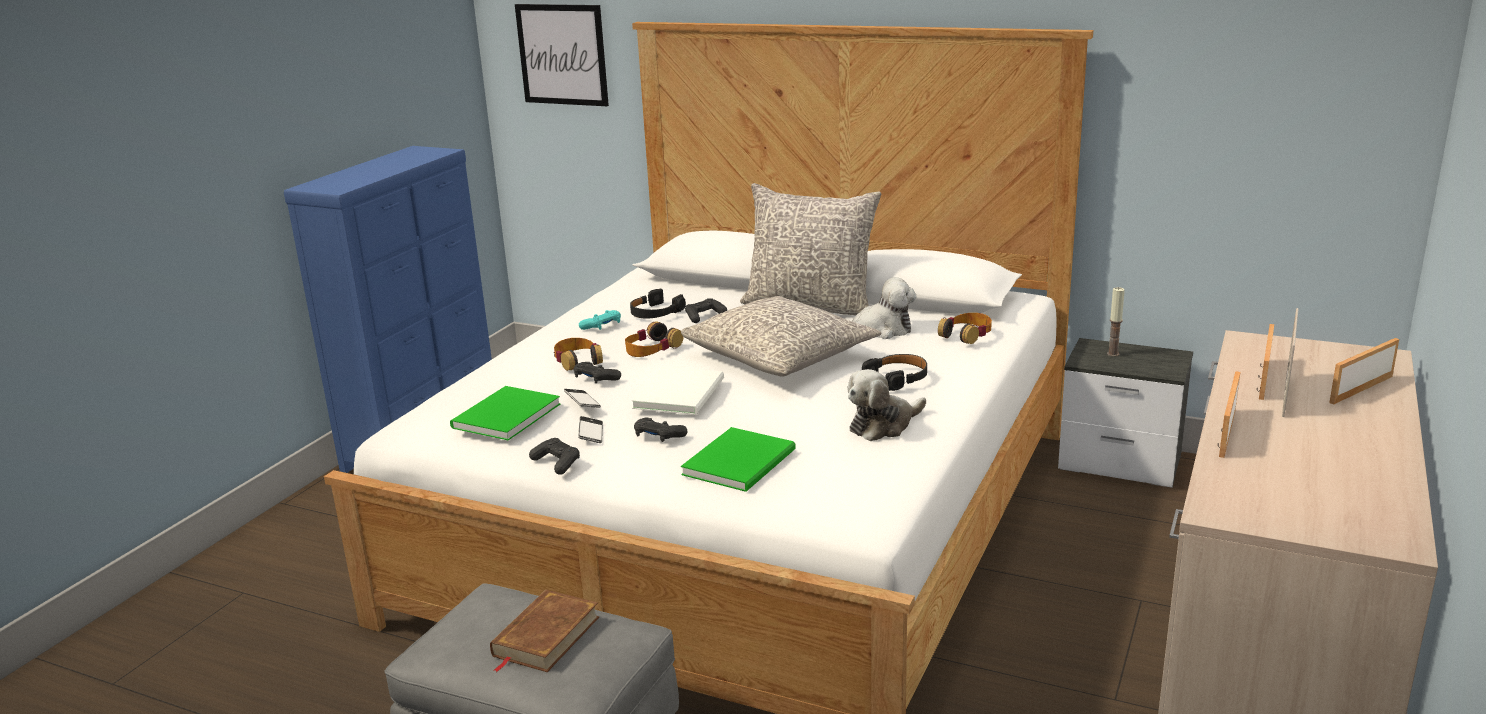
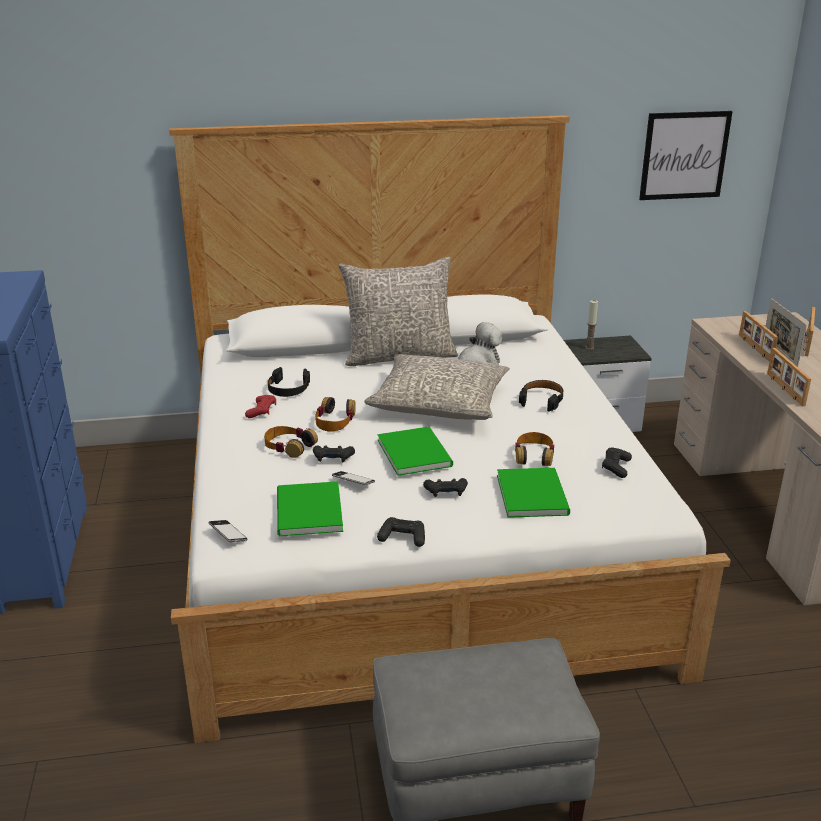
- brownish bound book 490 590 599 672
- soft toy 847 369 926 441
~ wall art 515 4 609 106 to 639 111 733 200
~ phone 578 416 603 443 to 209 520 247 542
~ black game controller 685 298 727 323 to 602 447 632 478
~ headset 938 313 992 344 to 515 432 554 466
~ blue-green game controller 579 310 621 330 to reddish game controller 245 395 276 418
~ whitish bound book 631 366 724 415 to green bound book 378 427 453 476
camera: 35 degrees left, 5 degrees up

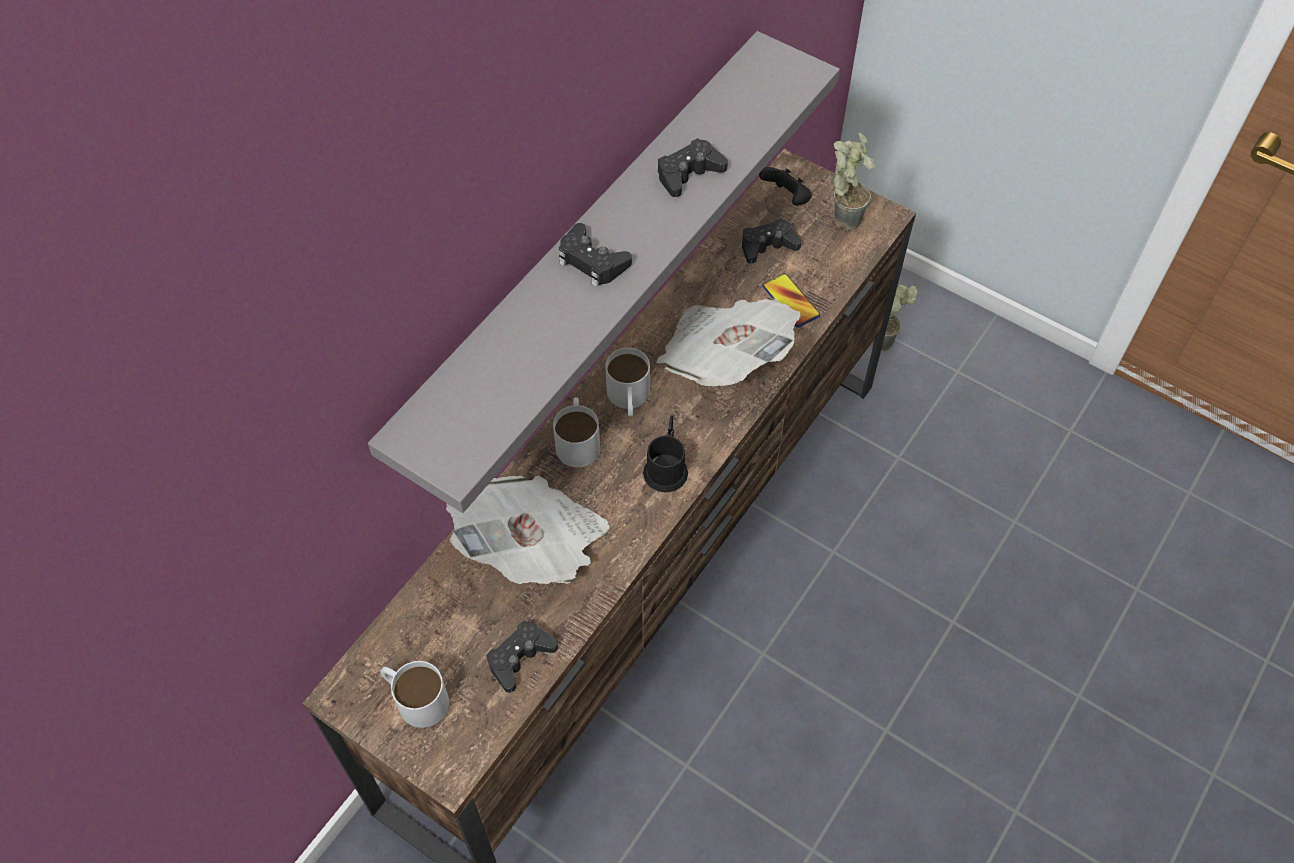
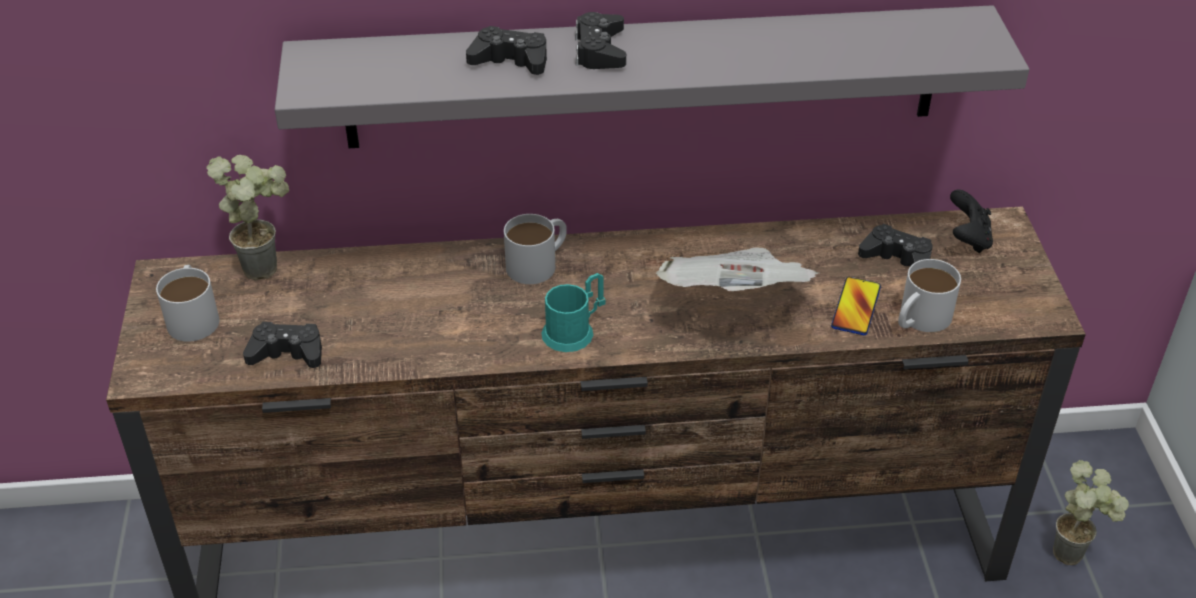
- newspaper 446 476 610 584
~ whitish tea mug 606 348 650 416 to 898 259 961 332
~ black game controller 658 138 728 197 to 466 26 547 75
~ potted plant 834 133 876 230 to 206 155 289 281
~ black tea mug 643 415 688 493 to blue-green tea mug 541 273 606 352
camera: 50 degrees right, 15 degrees down

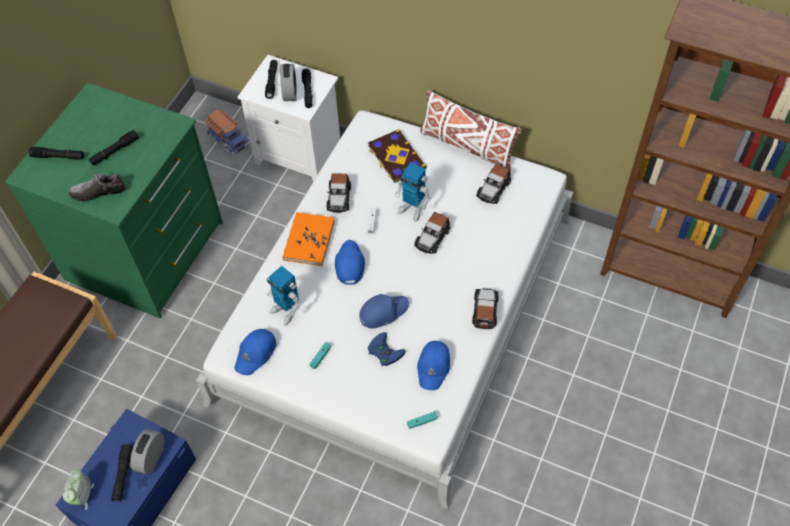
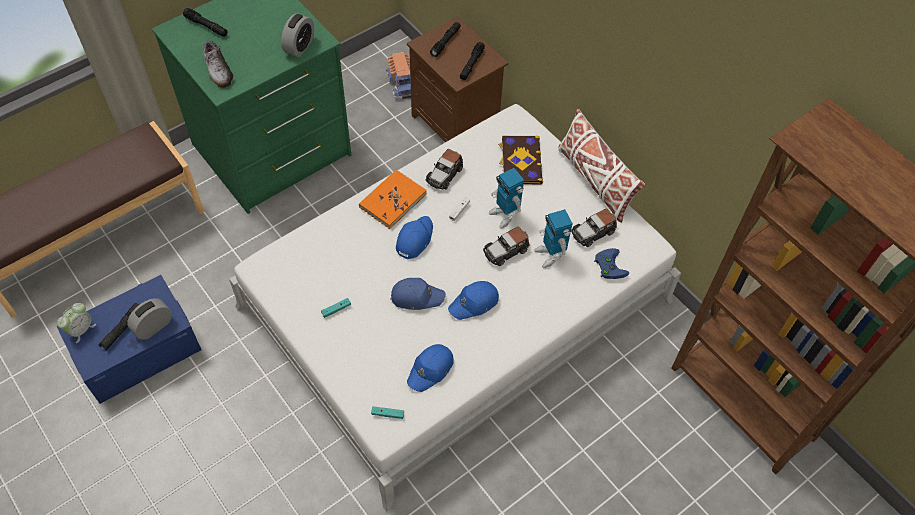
- black flashlight 89 130 139 165
- miniature car 472 288 499 329
~ bluish baseball cap 234 329 276 375 to 448 281 499 320
~ toy robot 267 266 300 326 to 534 209 573 268
~ table clock 280 64 297 101 to 281 14 314 57
~ bluish game controller 368 332 406 367 to 594 248 629 279
~ whitish night table 238 55 340 181 to brownish night table 407 16 508 142
~ shoe 69 172 126 201 = 203 40 233 88 135 degrees counterclockwise
camera: 25 degrees right, 0 degrees up

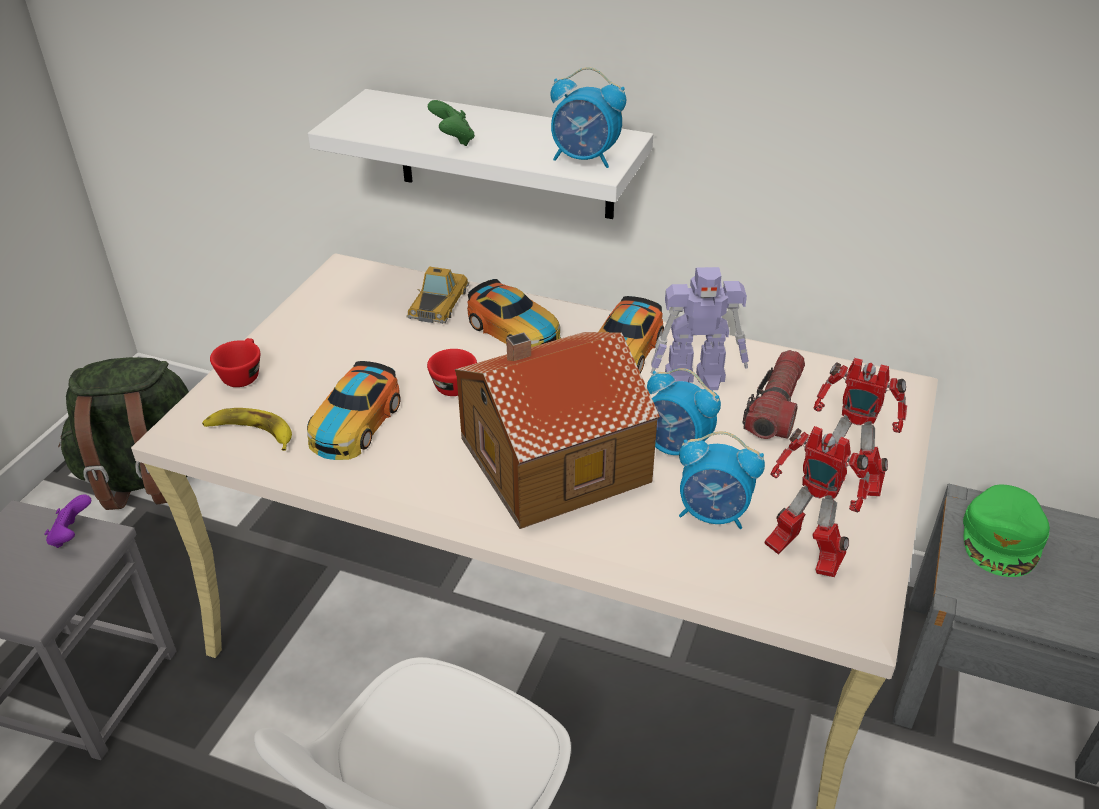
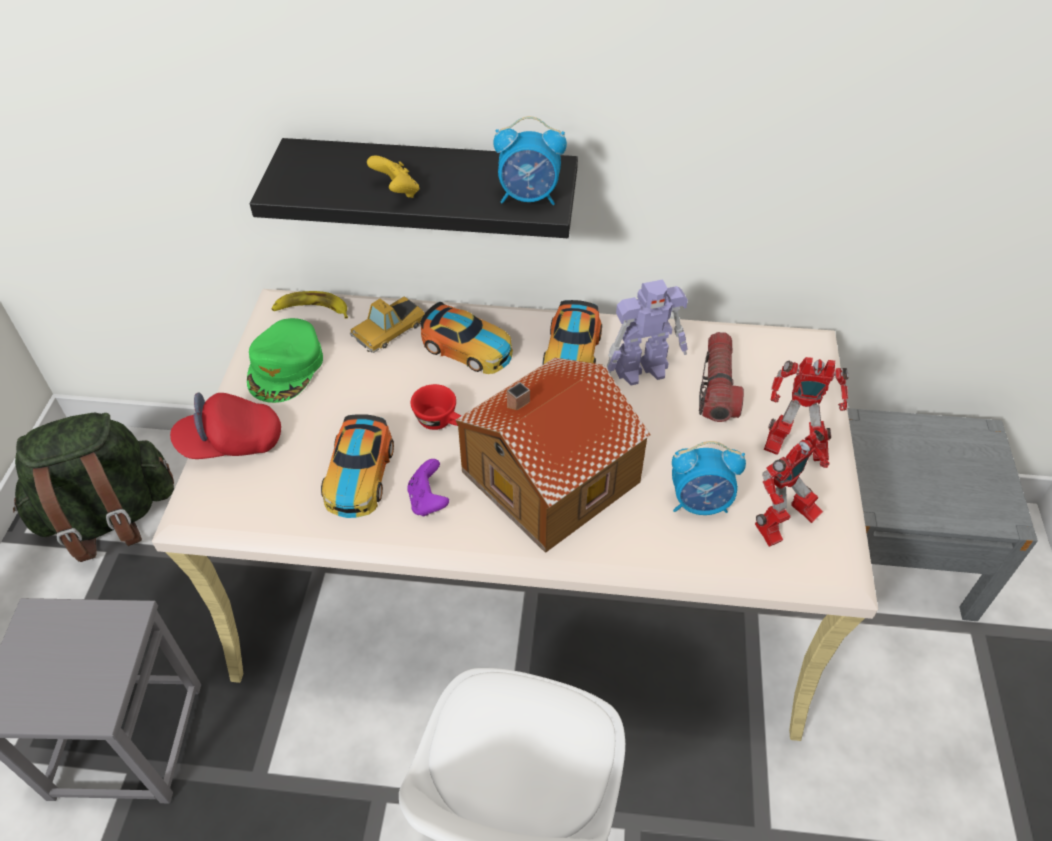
- table clock 647 368 721 455
~ purple-coloured game controller 44 494 91 548 to 408 459 449 517
~ whole banana 202 408 292 451 to 272 291 348 319
~ green baseball cap 963 485 1050 577 to 247 318 323 403
~ reddish small cup 210 338 260 387 to reddish baseball cap 170 393 281 459
~ whitish wall shelf 308 89 653 219 to black wall shelf 250 138 578 238
~ green game controller 428 100 475 146 to yellowish game controller 367 156 419 198
~ miniature car 407 267 469 324 = 350 296 425 353 135 degrees counterclockwise
~ toy robot 764 426 870 577 = 755 430 830 547 60 degrees counterclockwise
camera: 15 degrees left, 10 degrees up

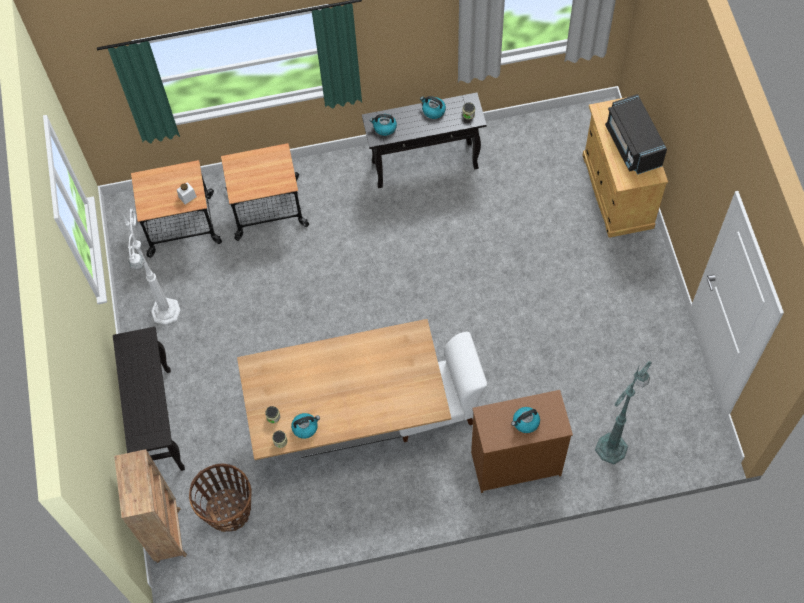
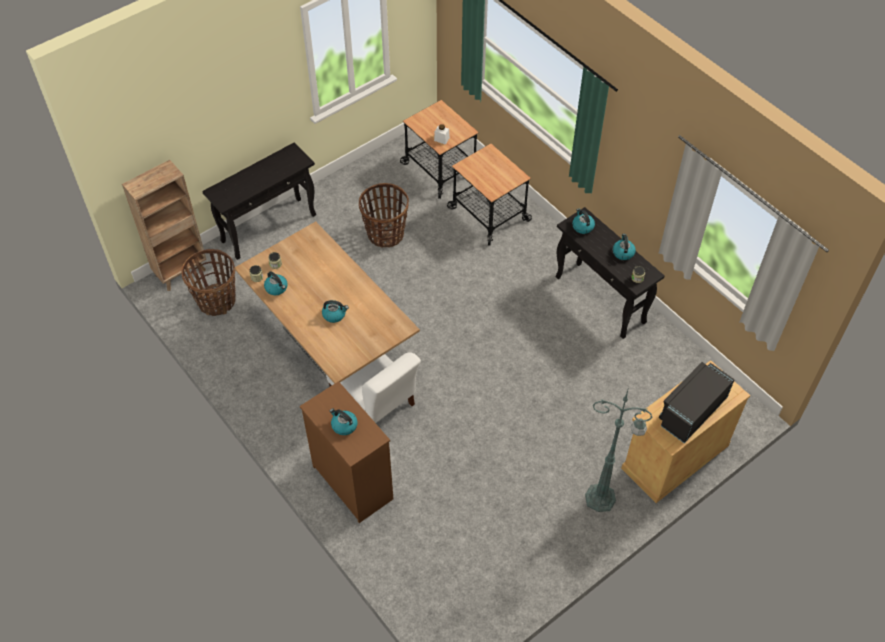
- whitish standing lamp 123 209 181 325
+ water kettle 322 300 349 323
+ storage basket 359 183 409 248
~ green standing lamp 595 361 652 464 to 585 387 652 512
camera: 60 degrees right, 10 degrees down

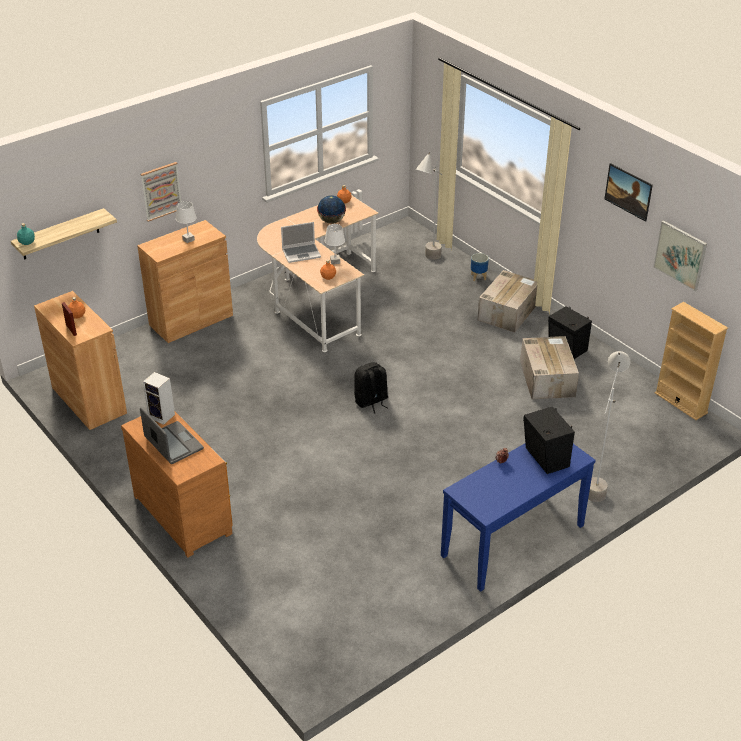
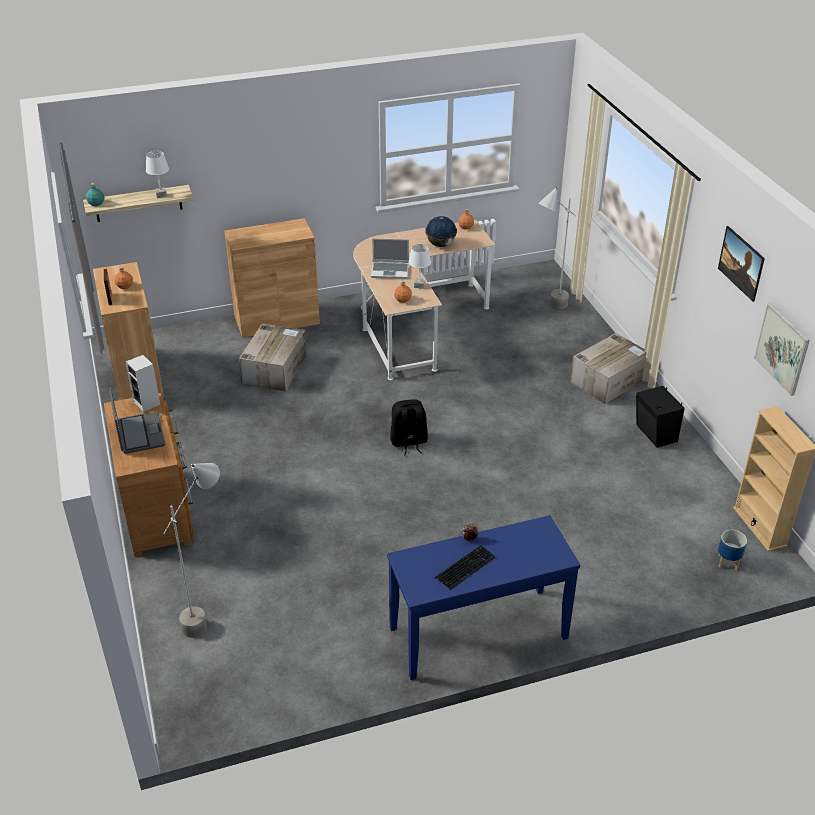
- wall art 140 162 181 222
- black speaker 523 406 575 474
+ PC keyboard 435 545 496 590
~ whitish table lamp 176 201 197 243 to 146 151 169 198
~ plant pot 471 253 489 281 to 718 530 747 570
~ carton 520 336 579 400 to 239 323 307 392
~ gray standing lamp 588 351 630 502 to 163 463 220 638
camera: 20 degrees right, 0 degrees up

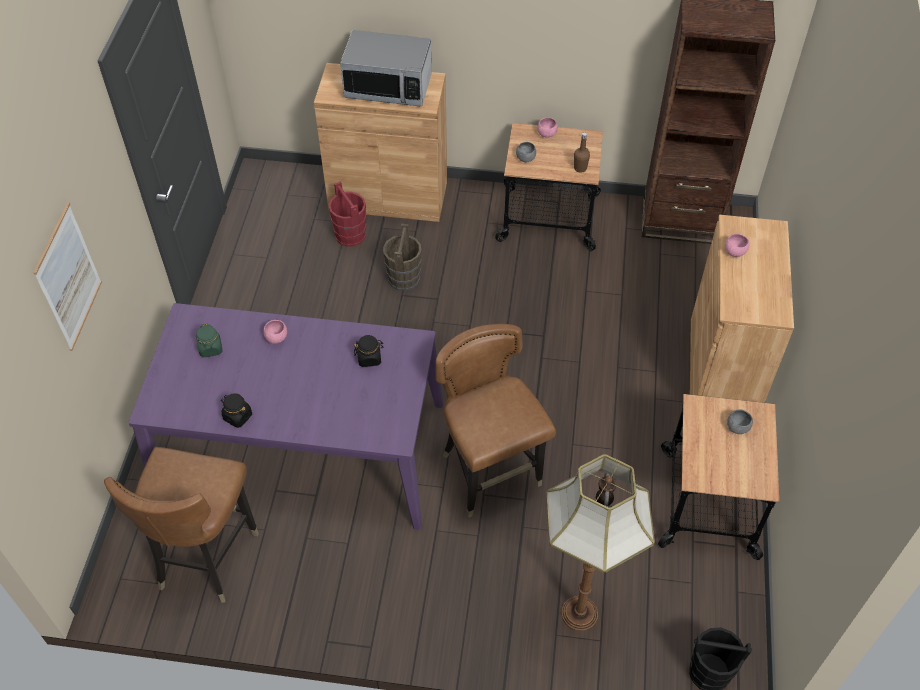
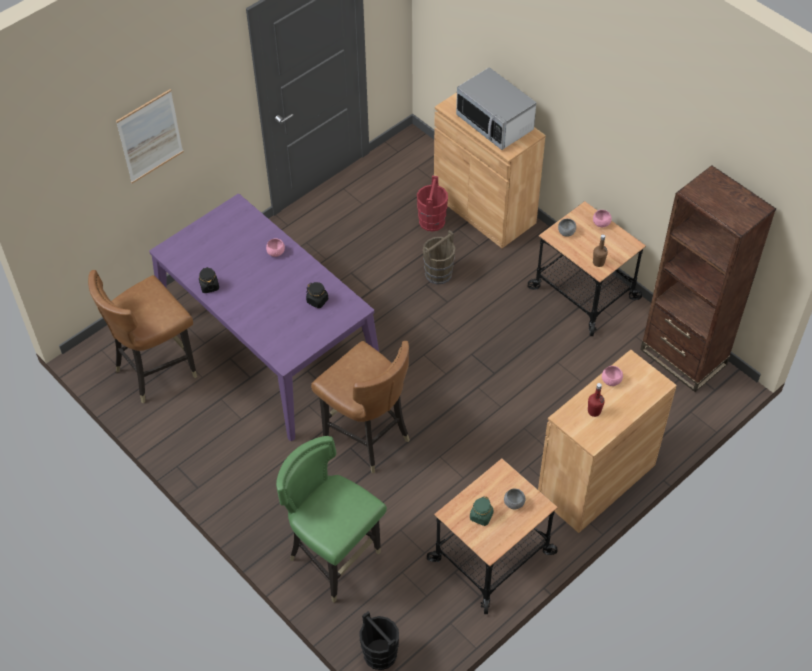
+ reddish bottle 588 383 605 417
~ green jar 196 324 223 358 to 470 496 494 526
~ standing lamp 546 454 655 631 to green chair 276 436 387 603
~ brownish chair 435 324 556 518 = 311 341 410 474 120 degrees clockwise
camera: 40 degrees right, 0 degrees up

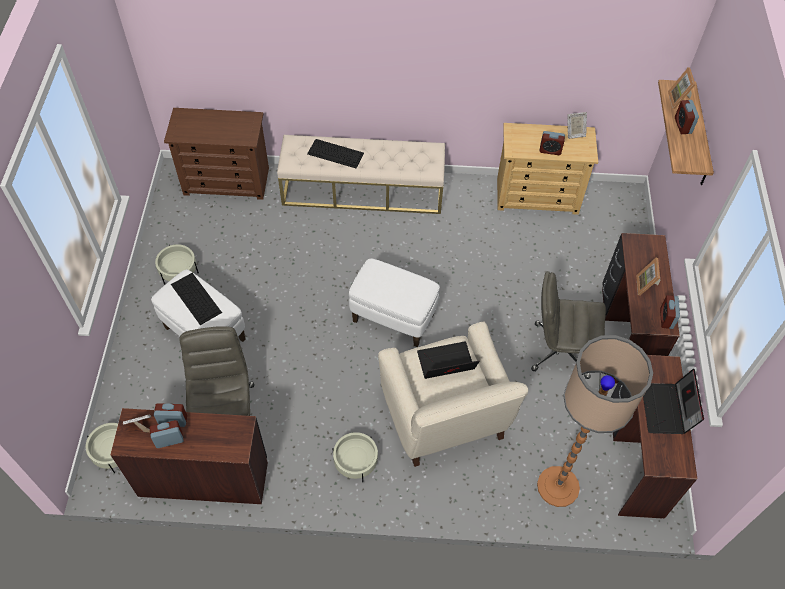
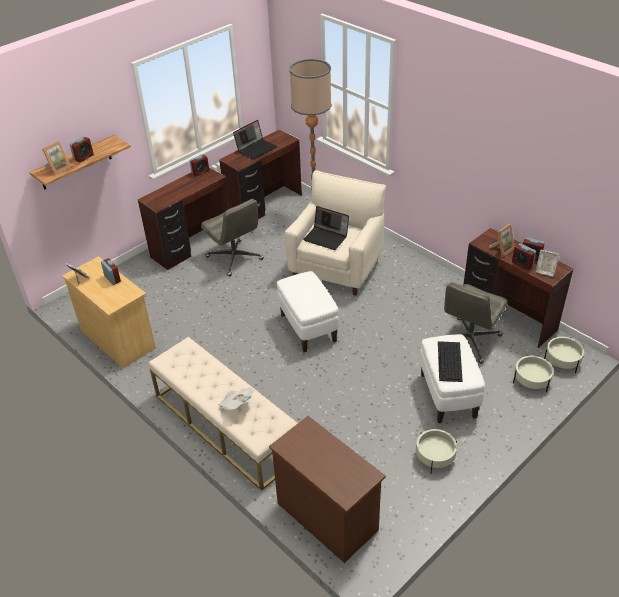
~ beige plant pot 332 432 378 482 to 513 356 554 393
~ photo frame 636 258 660 296 to 489 224 515 257
~ PC keyboard 307 139 364 168 to newspaper 218 388 255 410
camera: 135 degrees left, 15 degrees down

